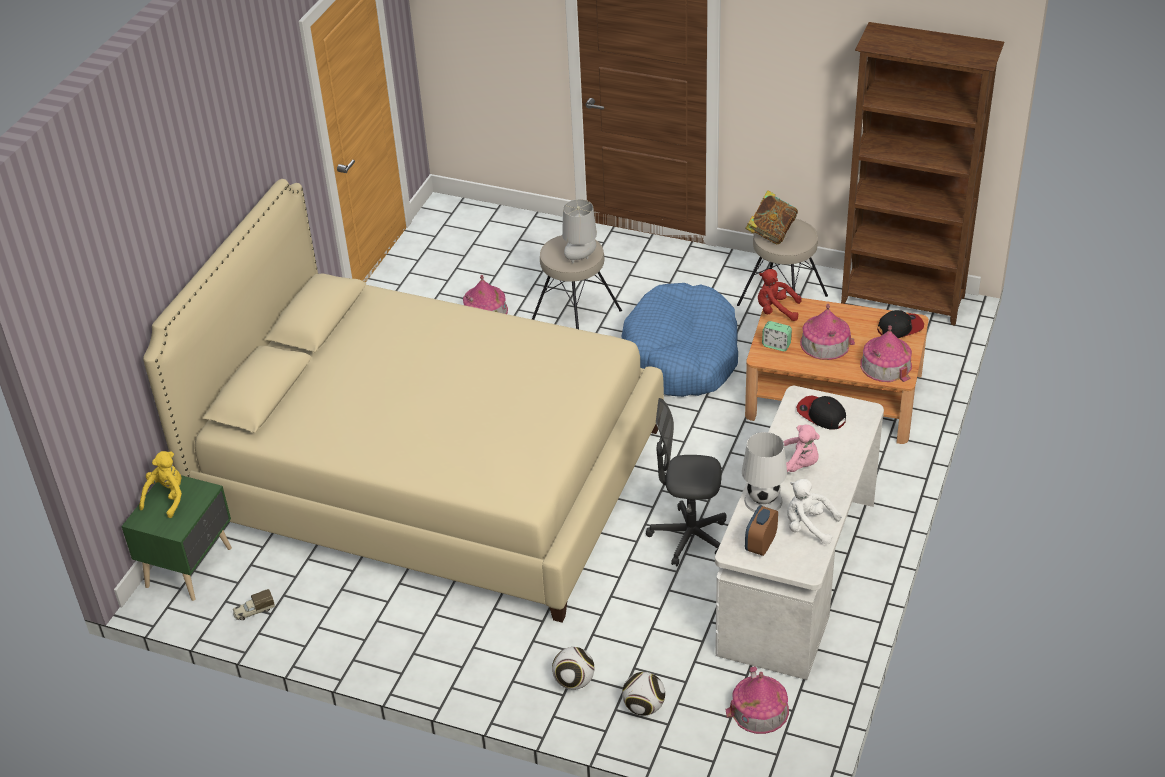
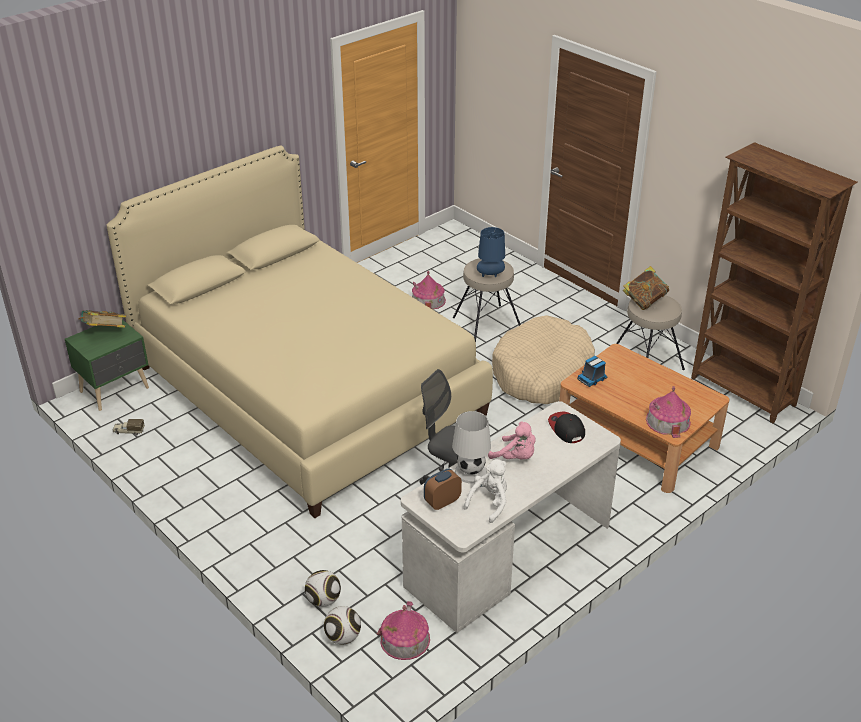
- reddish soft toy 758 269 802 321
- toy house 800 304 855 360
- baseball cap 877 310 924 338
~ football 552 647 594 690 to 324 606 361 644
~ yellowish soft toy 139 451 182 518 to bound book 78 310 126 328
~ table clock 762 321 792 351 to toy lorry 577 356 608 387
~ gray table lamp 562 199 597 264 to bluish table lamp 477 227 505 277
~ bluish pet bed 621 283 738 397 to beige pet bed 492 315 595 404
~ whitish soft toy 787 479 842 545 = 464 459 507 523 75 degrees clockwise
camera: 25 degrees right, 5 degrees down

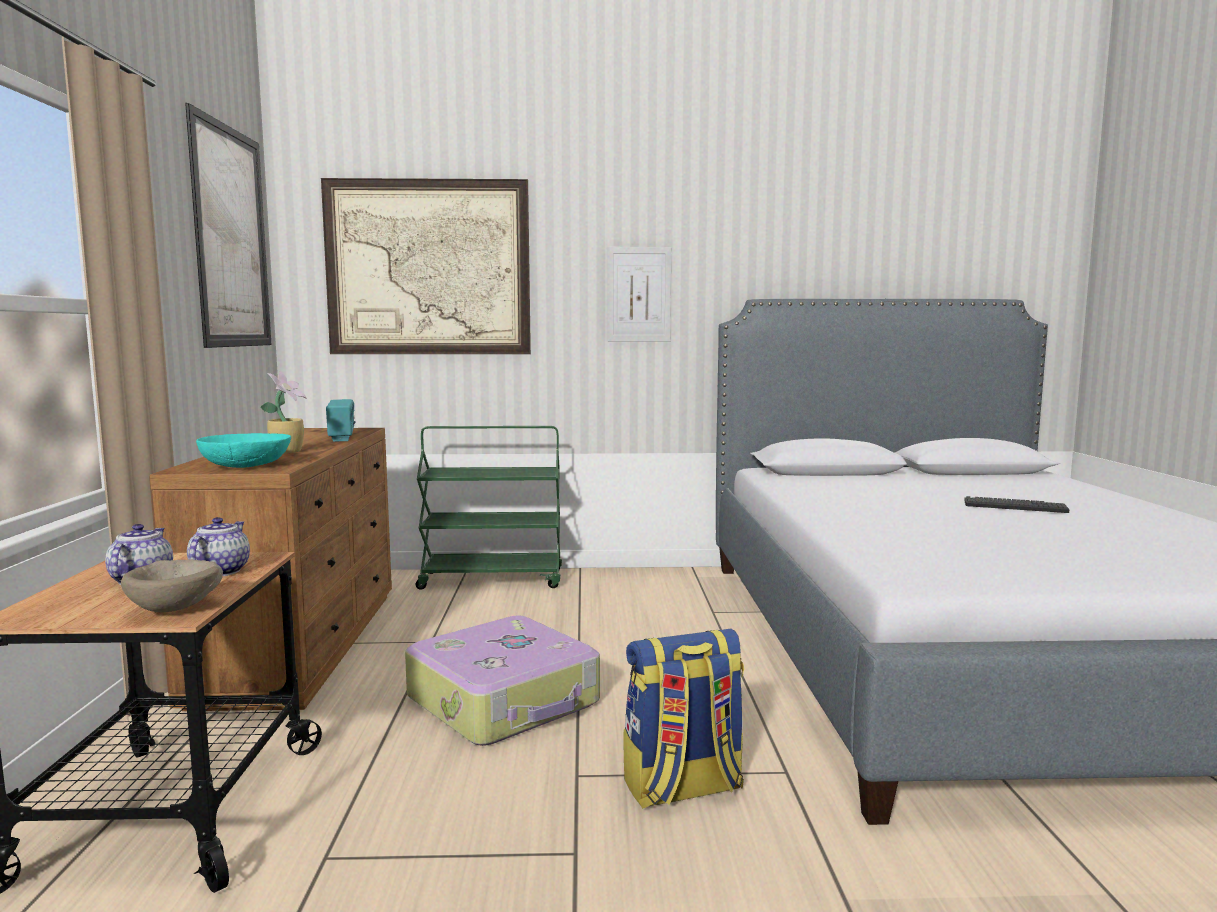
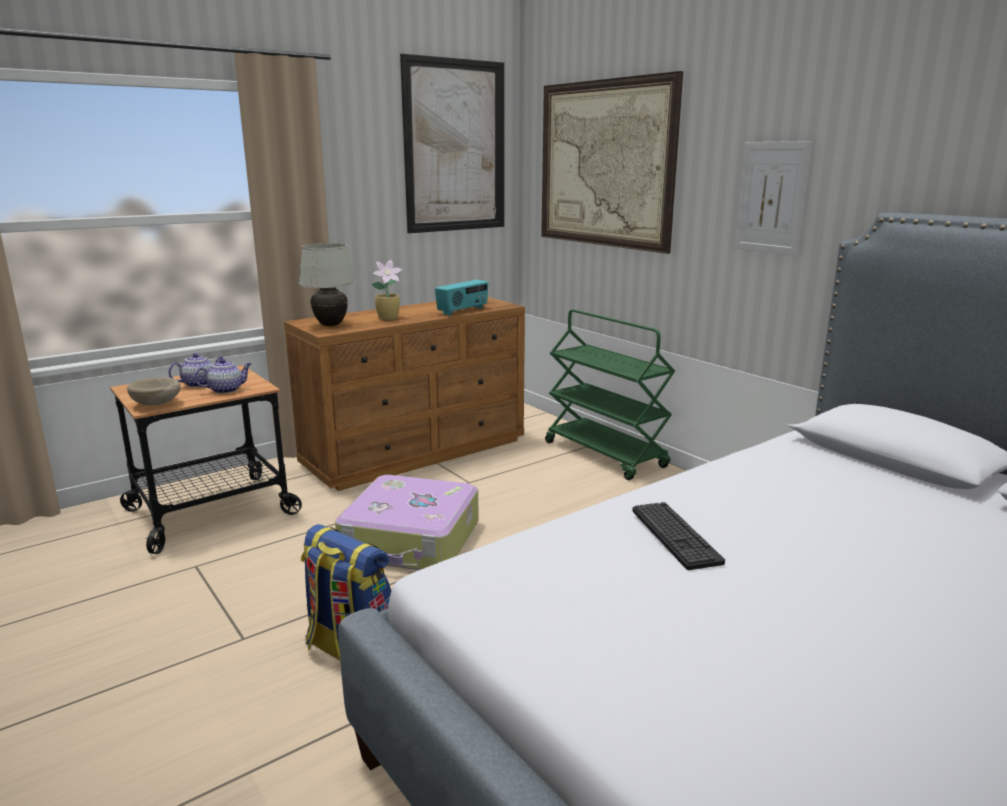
~ PC keyboard 964 496 1069 513 to 633 502 725 570
~ blue-green deep dish 196 433 291 468 to whitish table lamp 299 243 356 326
camera: 55 degrees right, 10 degrees up

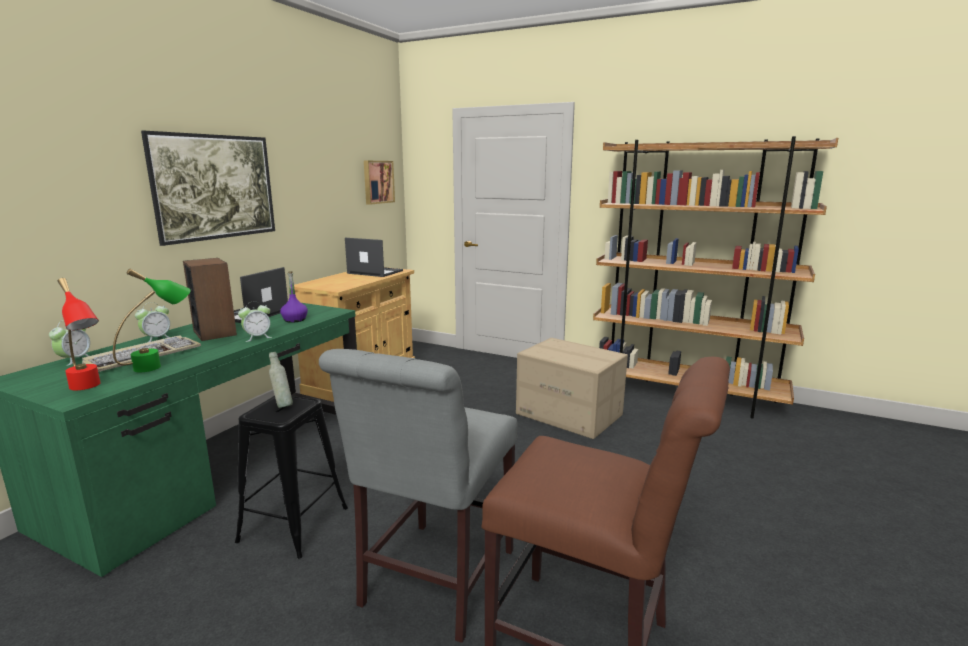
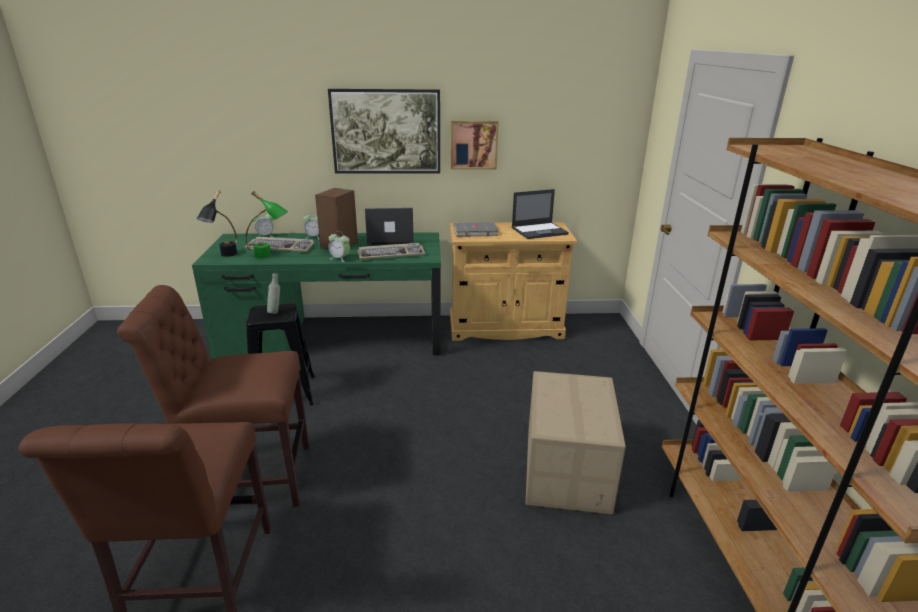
+ gray bound book 453 222 498 237
~ wall art 364 161 395 205 to 451 121 499 170
~ purple-coloured bottle 280 272 308 323 to PC keyboard 357 243 426 260
~ reddish table lamp 58 278 101 390 to black table lamp 197 190 237 257
~ gray chair 319 349 517 643 to brownish chair 117 285 309 507
~ laptop 345 238 403 277 = 512 189 569 239 75 degrees clockwise
camera: 60 degrees right, 10 degrees up

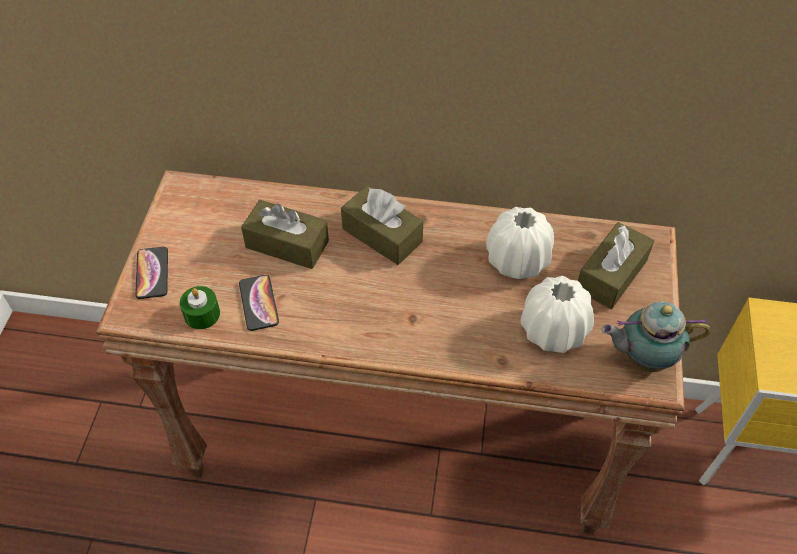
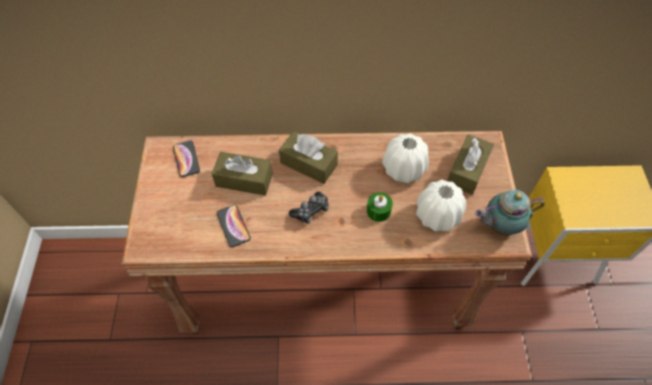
+ game controller 289 192 329 224
~ phone 135 247 168 299 to 173 141 200 177
~ green wax light 180 286 220 329 to 367 192 393 222
camera: 10 degrees left, 5 degrees up

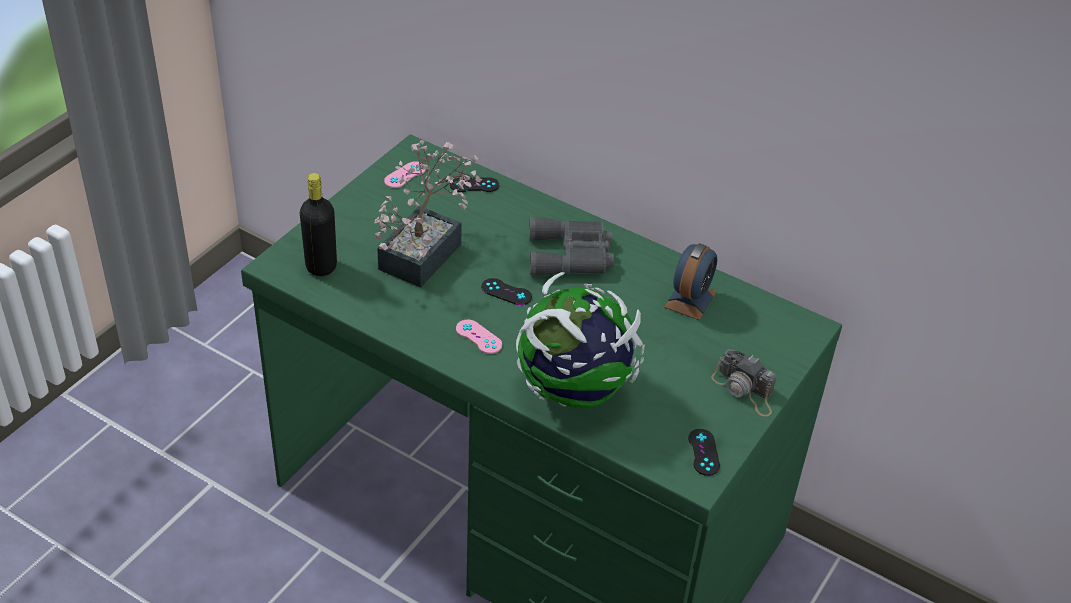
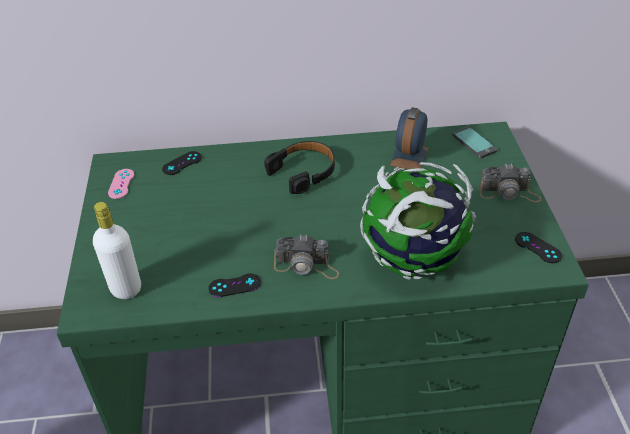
- potted plant 375 140 482 288
+ phone 452 126 497 158
~ black game controller 481 278 532 305 to 208 273 261 297
~ pinkish game controller 456 320 502 354 to still camera 274 235 339 279
~ gray pair of binoculars 529 217 614 275 to black headset 264 141 335 194
~ black bottle 300 173 337 276 to whitish bottle 93 202 141 299
~ table clock 664 243 717 320 = 390 107 428 169 150 degrees counterclockwise
camera: 35 degrees left, 0 degrees up

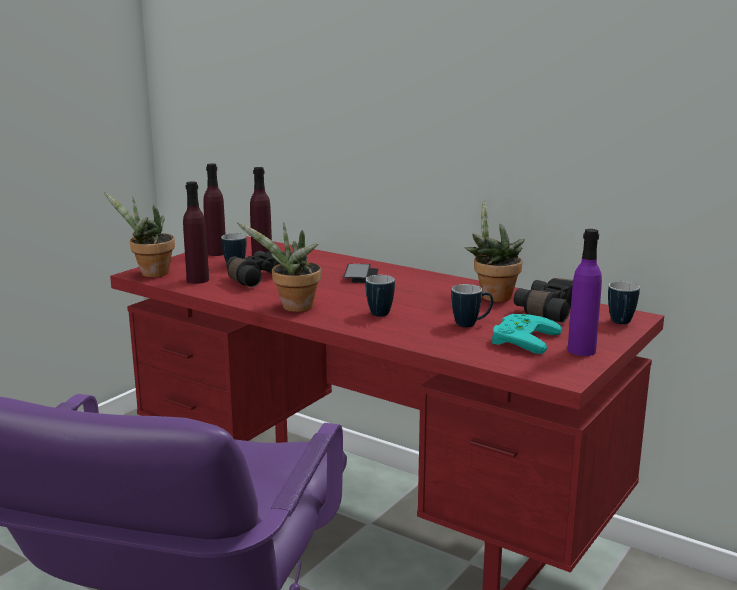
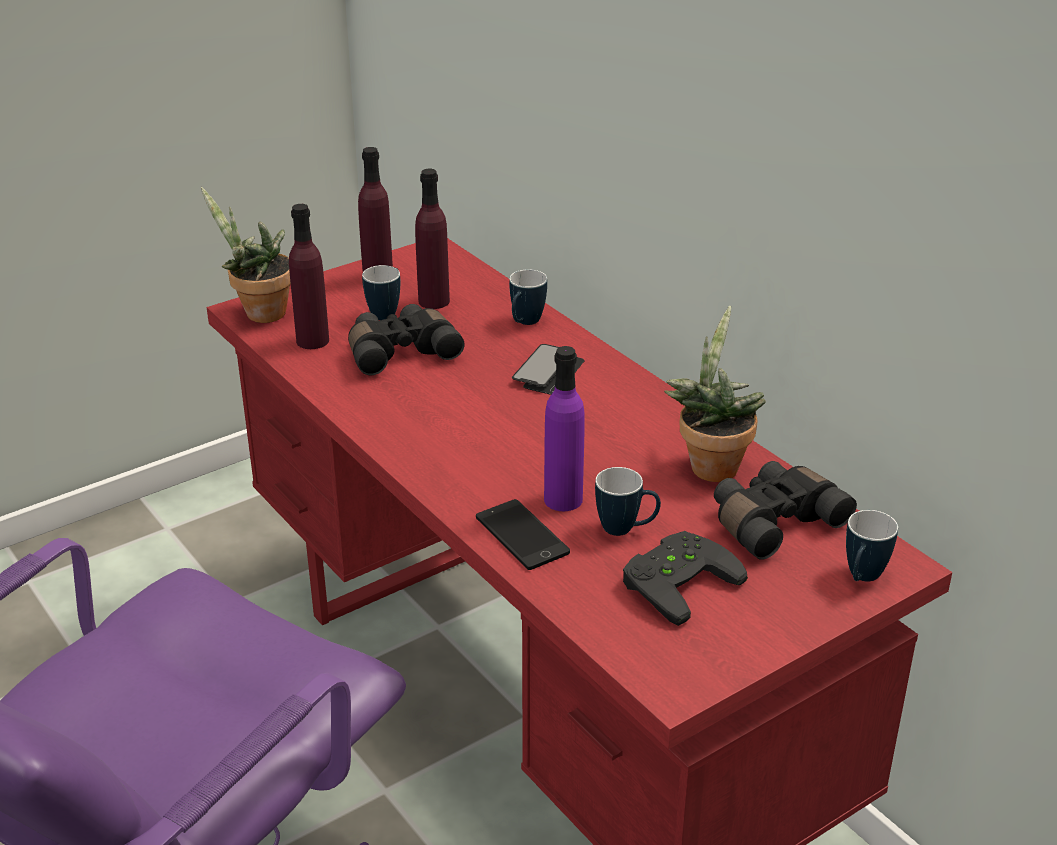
- potted plant 237 223 321 312
+ phone 476 499 570 570
~ tea mug 365 275 395 317 to 509 269 547 325
~ purple-coloured bottle 568 229 602 356 to 544 346 585 511
~ blue-green game controller 492 314 562 354 to black game controller 623 531 748 626
camera: 20 degrees right, 15 degrees up

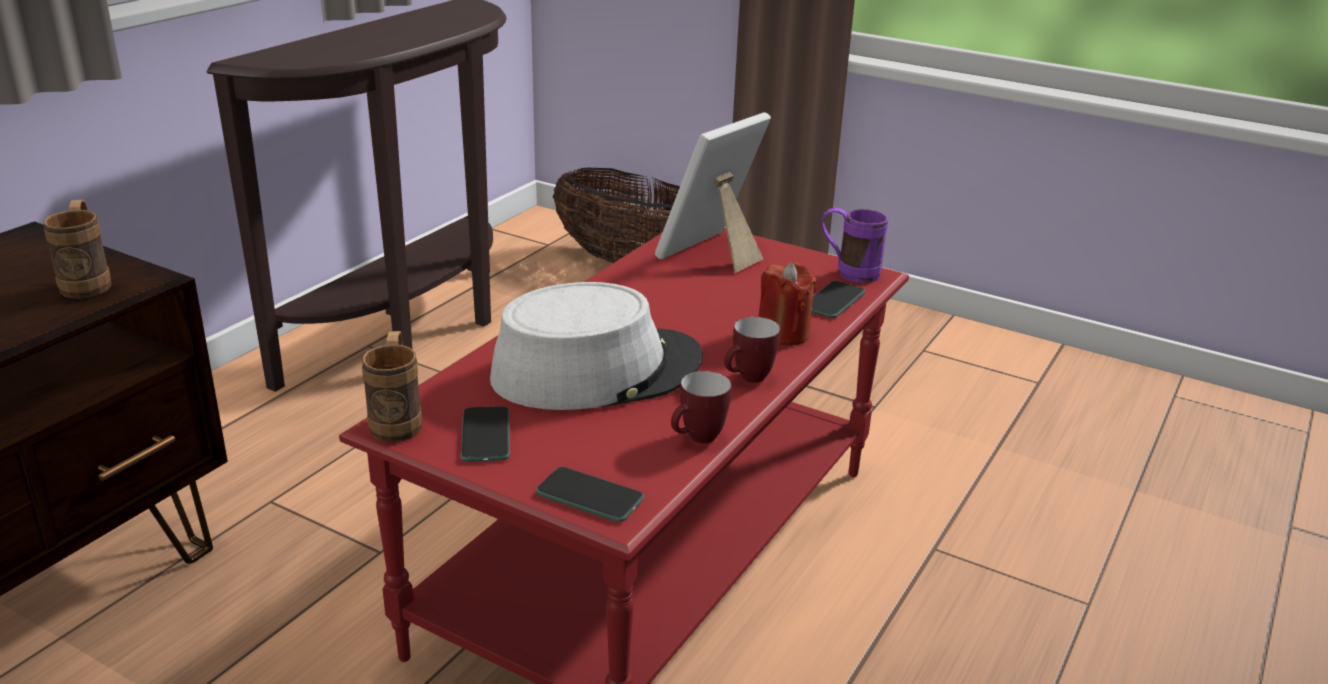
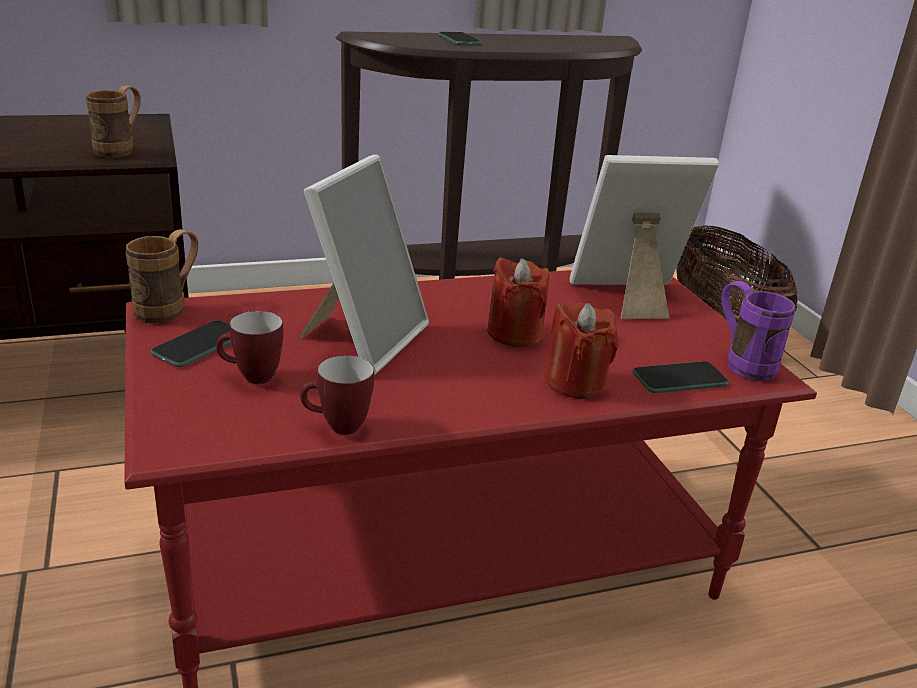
+ reddish wax light 487 258 549 347
~ phone 536 467 644 522 to 438 32 482 45
~ tea mug 724 317 780 383 to 216 311 283 384
~ gray wearable hat 490 282 703 410 to photo frame 300 154 429 375
camera: 40 degrees right, 0 degrees up

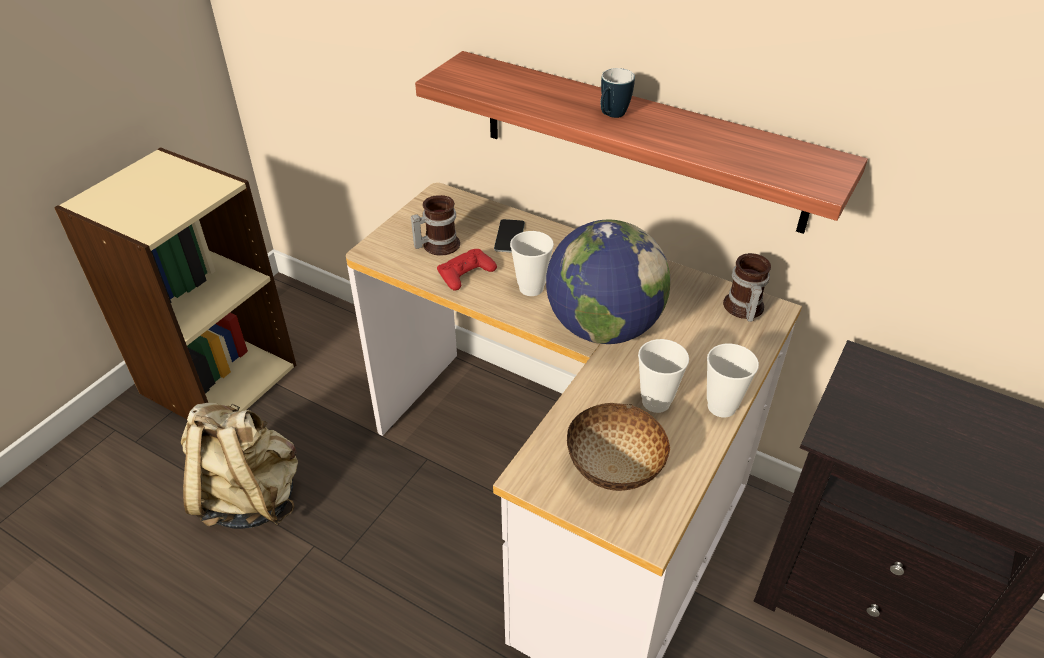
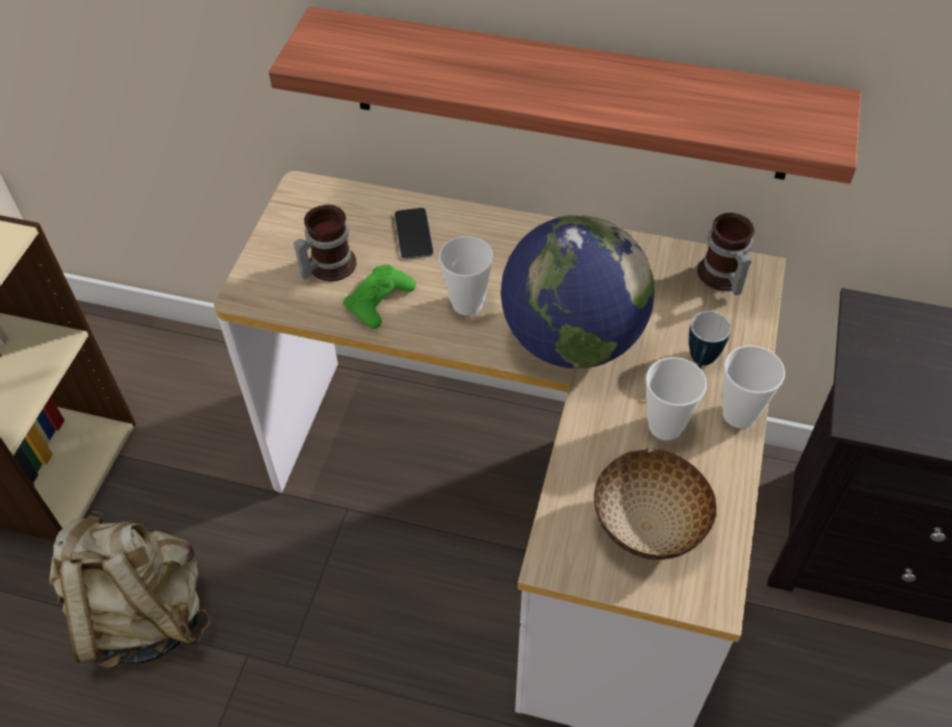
~ tea mug 600 68 635 118 to 689 311 731 369
~ reddish game controller 437 249 497 291 to green game controller 343 265 416 329
camera: 15 degrees left, 10 degrees up

